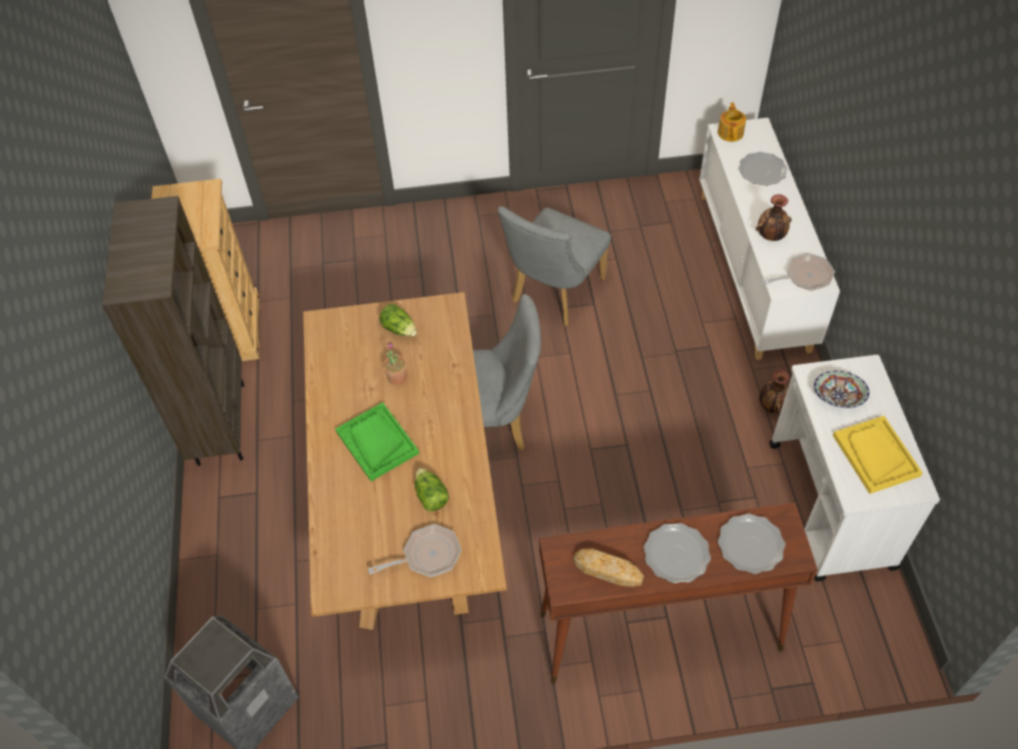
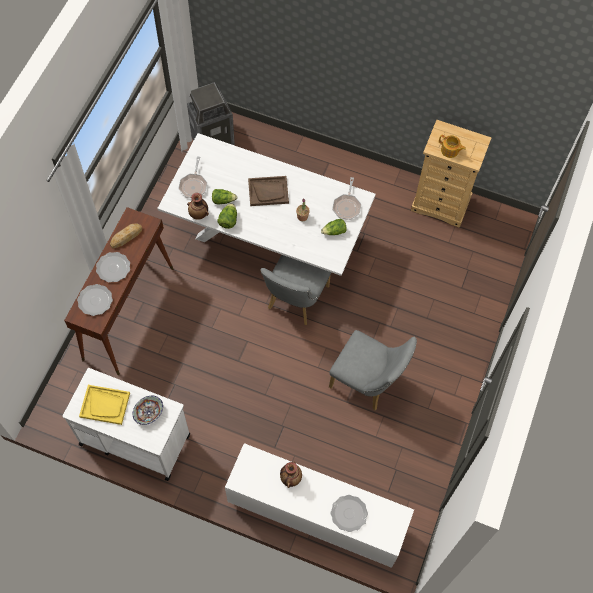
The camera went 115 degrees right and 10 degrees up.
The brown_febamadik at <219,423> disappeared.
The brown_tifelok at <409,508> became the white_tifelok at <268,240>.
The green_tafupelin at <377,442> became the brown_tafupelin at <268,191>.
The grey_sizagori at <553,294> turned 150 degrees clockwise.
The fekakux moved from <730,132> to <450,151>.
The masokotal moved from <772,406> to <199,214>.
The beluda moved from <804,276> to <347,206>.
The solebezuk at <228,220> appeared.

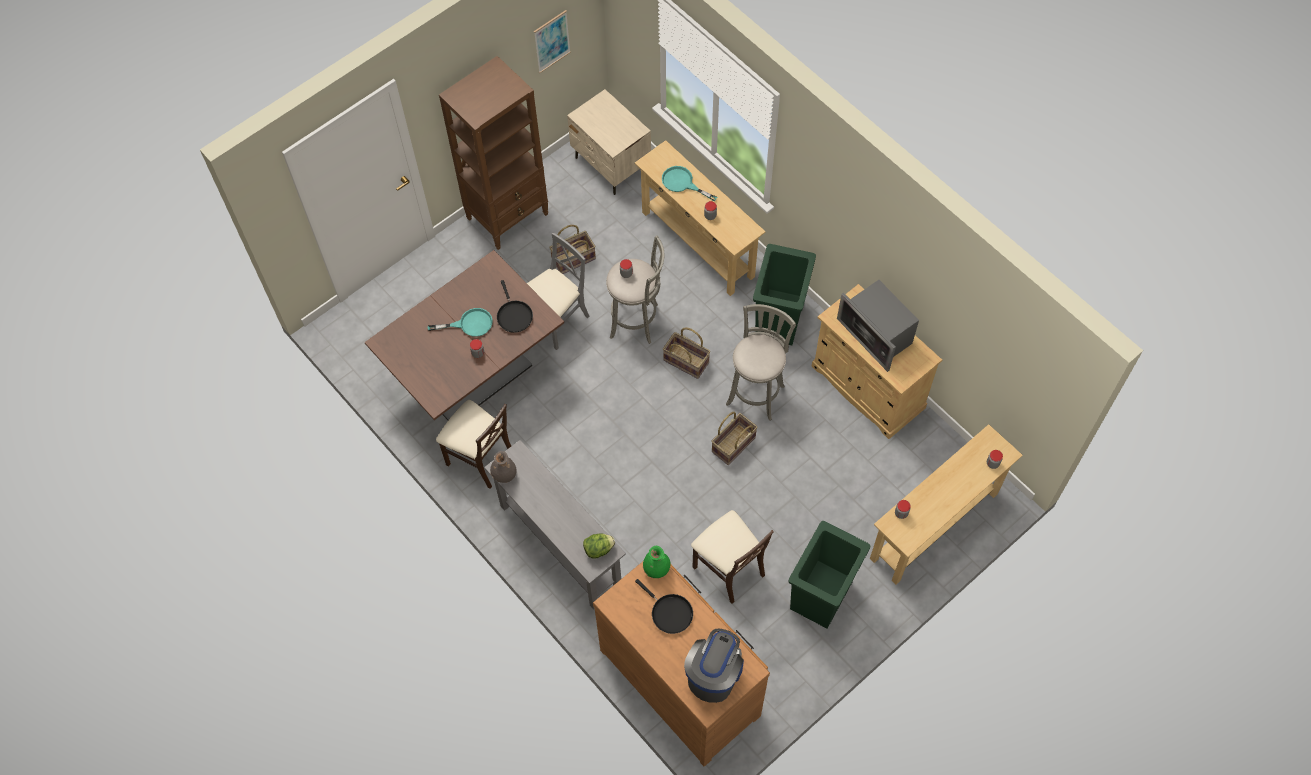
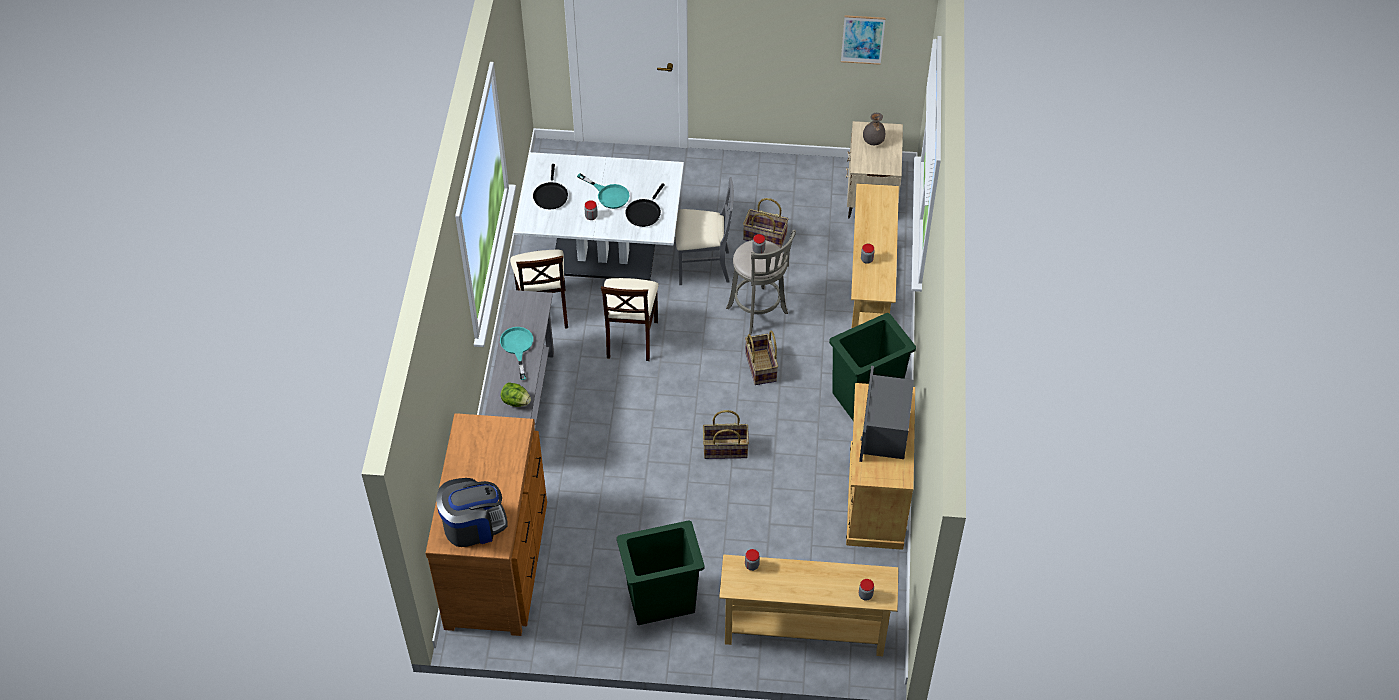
The camera went 45 degrees right and 10 degrees down.
The brown_tifelok at <475,377> became the white_tifelok at <603,257>.
The brown_febamadik at <508,216> disappeared.
The grey_masokotal moved from <504,475> to <873,142>.
The black_beluda moved from <669,613> to <550,195>.
The green_masokotal at <656,569> disappeared.
The turquoise_beluda moved from <682,183> to <517,347>.
The beige_sizagori moved from <729,569> to <630,338>.
The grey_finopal at <756,392> disappeared.

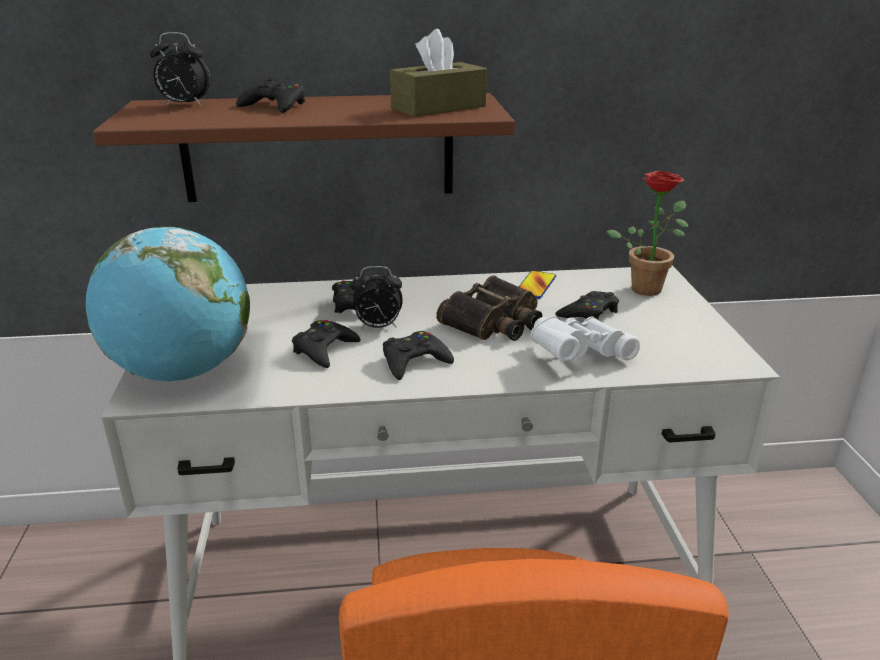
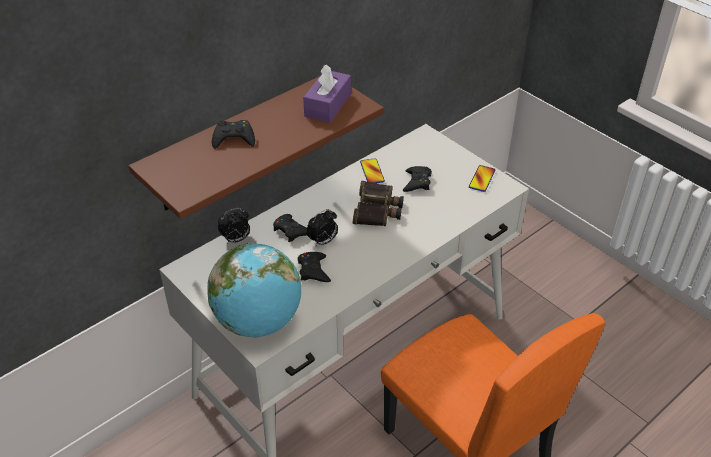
The camera went 35 degrees left and 15 degrees up.
The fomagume moved from <184,105> to <236,239>.
The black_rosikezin at <414,361> disappeared.
The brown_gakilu at <438,107> became the purple_gakilu at <328,105>.
The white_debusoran at <577,355> disappeared.
The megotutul at <647,286> disappeared.
The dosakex at <482,179> appeared.

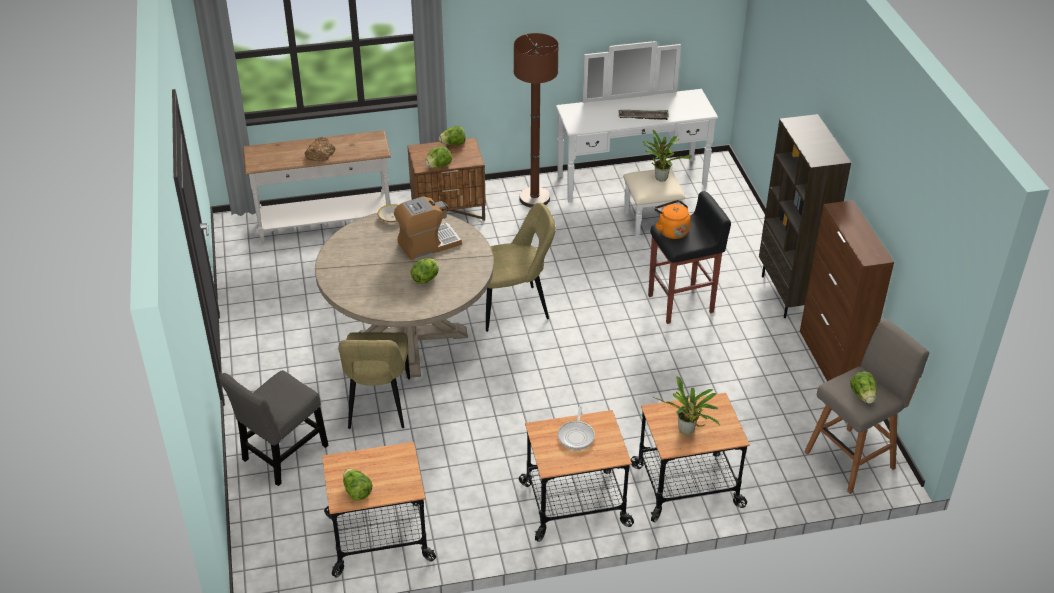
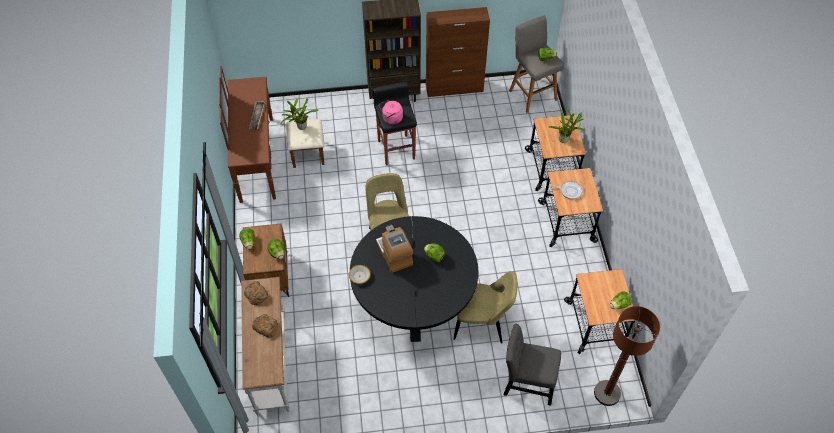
The camera went 85 degrees left and 15 degrees up.
The grey_sizagori at <282,456> turned 150 degrees clockwise.
The beige_tifelok at <410,337> became the black_tifelok at <414,304>.
The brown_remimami moved from <534,198> to <607,393>.
The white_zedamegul at <636,189> became the brown_zedamegul at <268,157>.
The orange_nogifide at <671,231> became the pink_nogifide at <391,119>.
The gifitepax at <256,294> appeared.

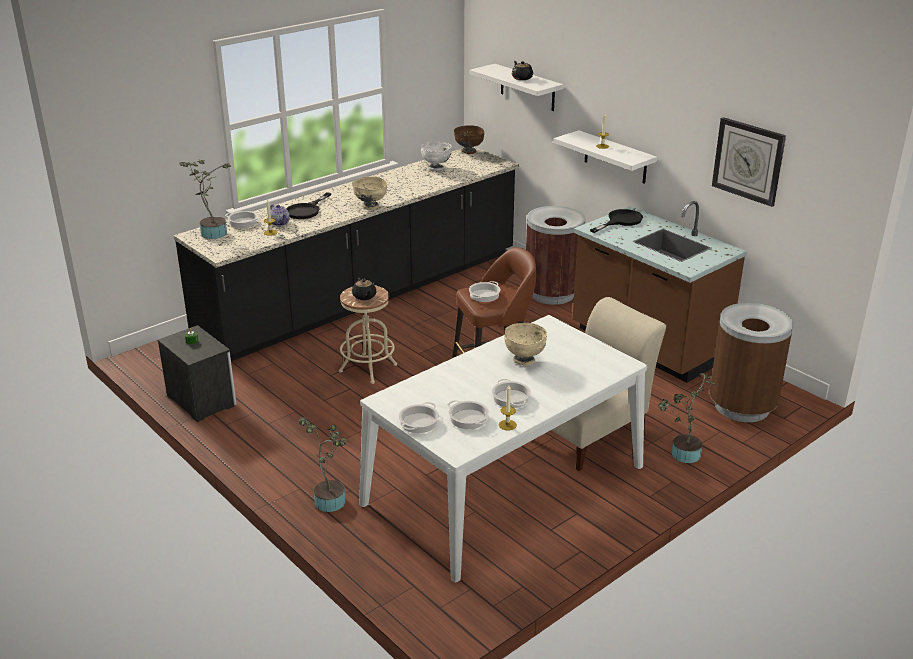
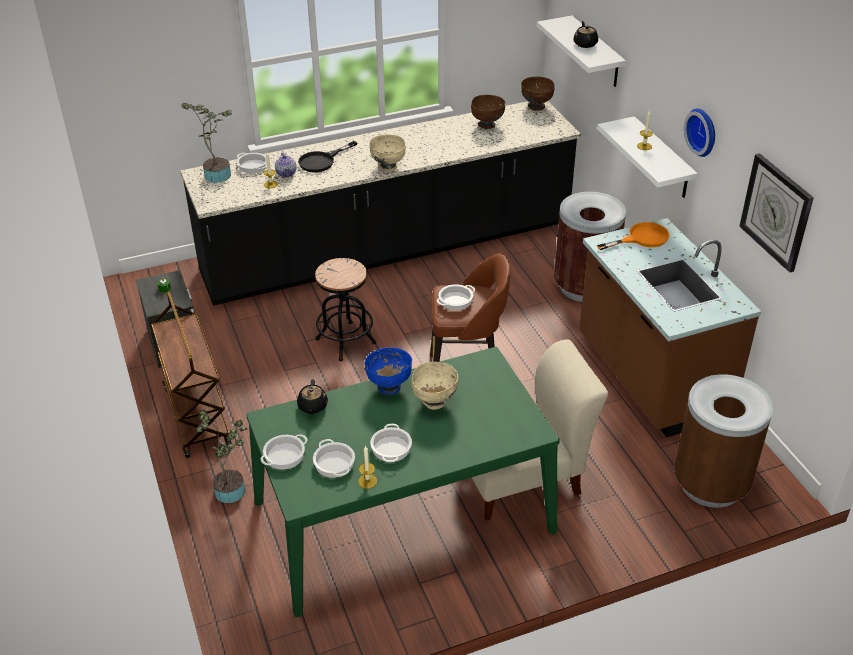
The camera went 20 degrees right and 10 degrees up.
The beige_finopal at <368,368> became the black_finopal at <345,341>.
The black_fekakux moved from <364,296> to <312,406>.
The white_tifelok at <504,484> became the green_tifelok at <403,516>.
The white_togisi at <436,168> became the brown_togisi at <487,125>.
The black_beluda at <620,221> became the orange_beluda at <641,238>.
The megotutul at <682,454> disappeared.
The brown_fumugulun at <196,415> appeared.
The blue_togisi at <389,386> appeared.
The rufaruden at <703,131> appeared.

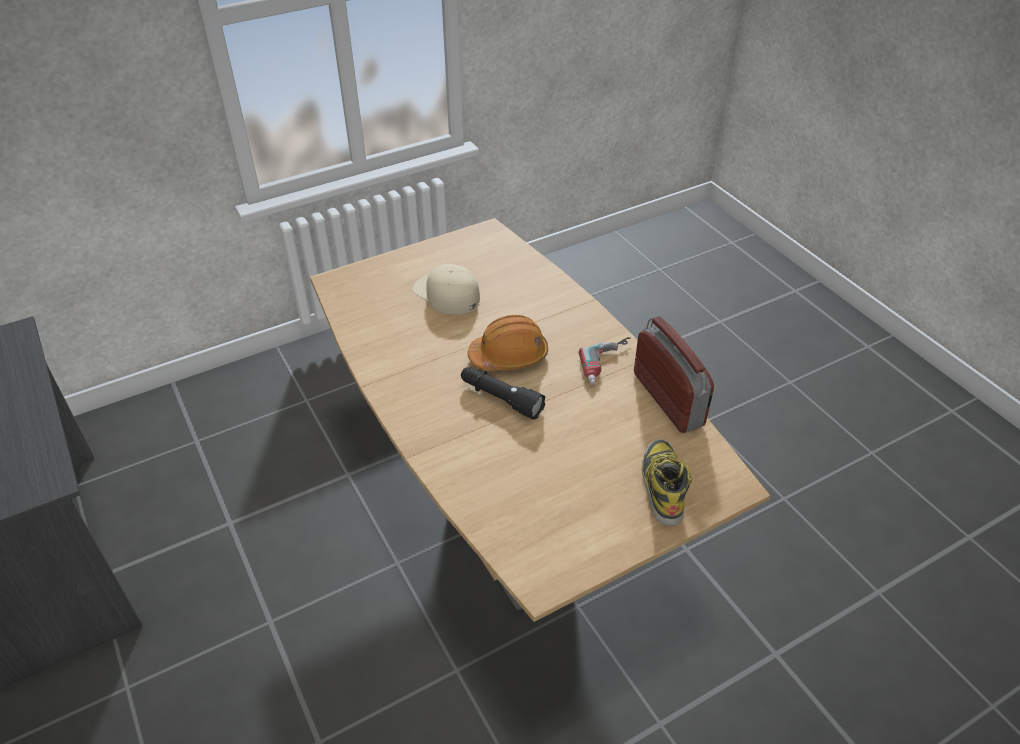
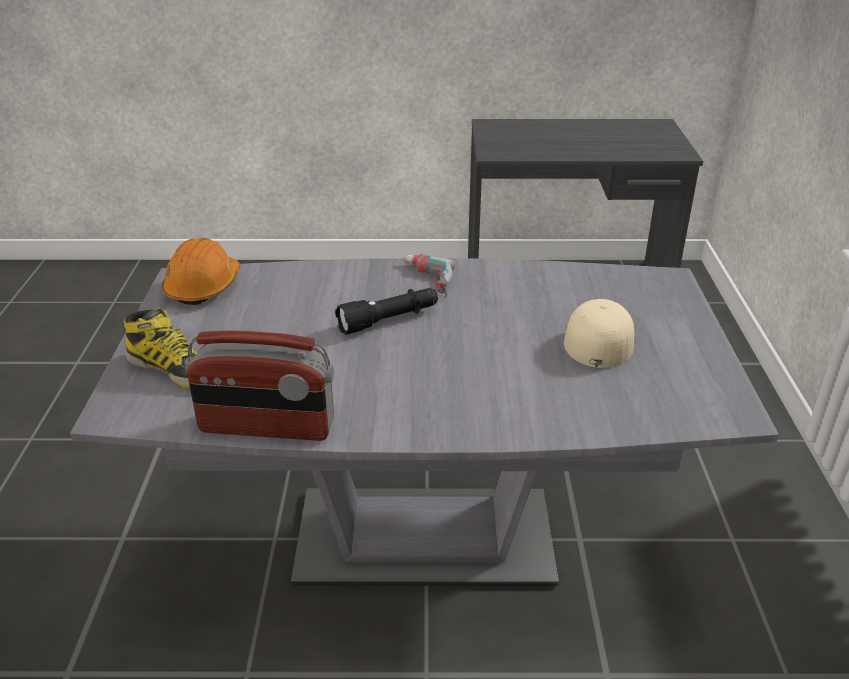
The camera went 120 degrees right and 10 degrees down.
The brown_tifelok at <509,512> became the grey_tifelok at <425,537>.
The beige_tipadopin at <446,293> turned 60 degrees counterclockwise.
The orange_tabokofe moved from <509,356> to <203,287>.
The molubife moved from <609,364> to <424,281>.

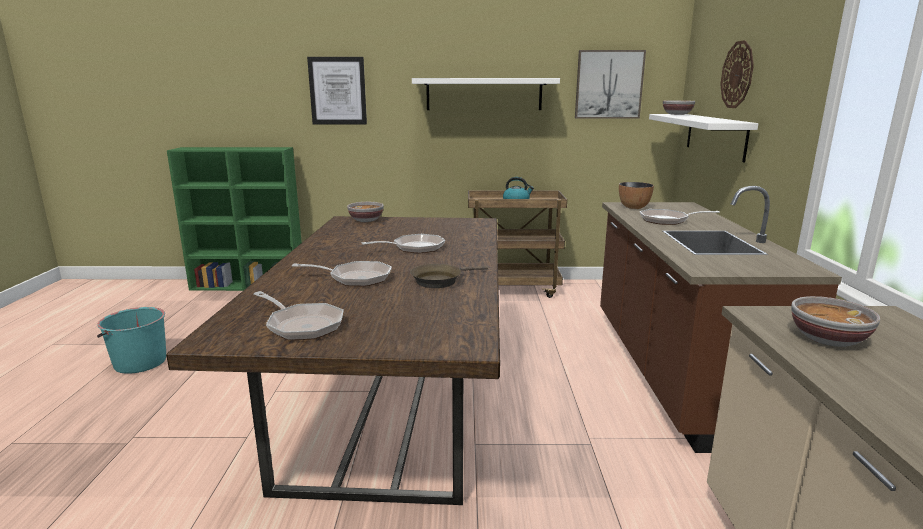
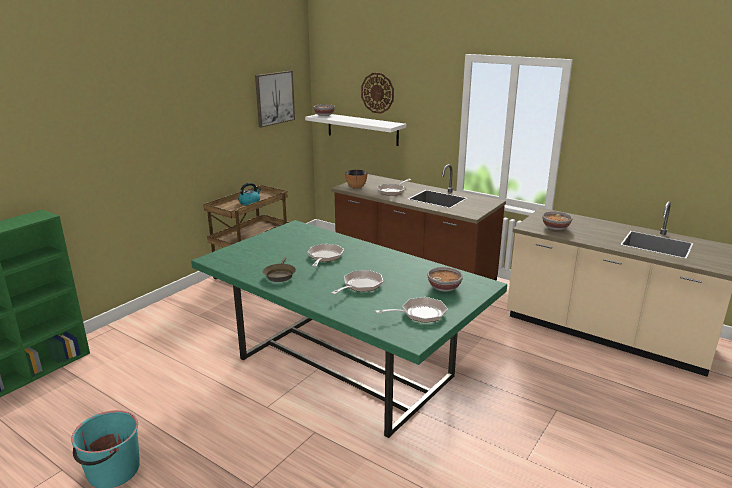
The camera went 55 degrees left and 5 degrees up.
The brown_tifelok at <393,404> became the green_tifelok at <343,366>.
The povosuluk at <337,91> disappeared.
The togisi moved from <366,220> to <444,287>.
The brown_beluda moved from <440,280> to <279,275>.
The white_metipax at <484,94> disappeared.

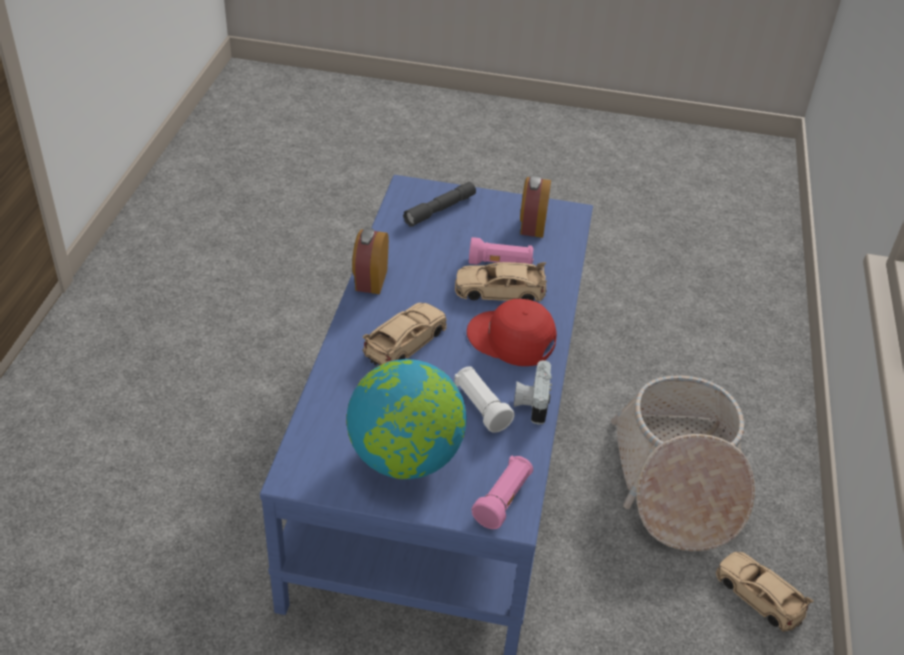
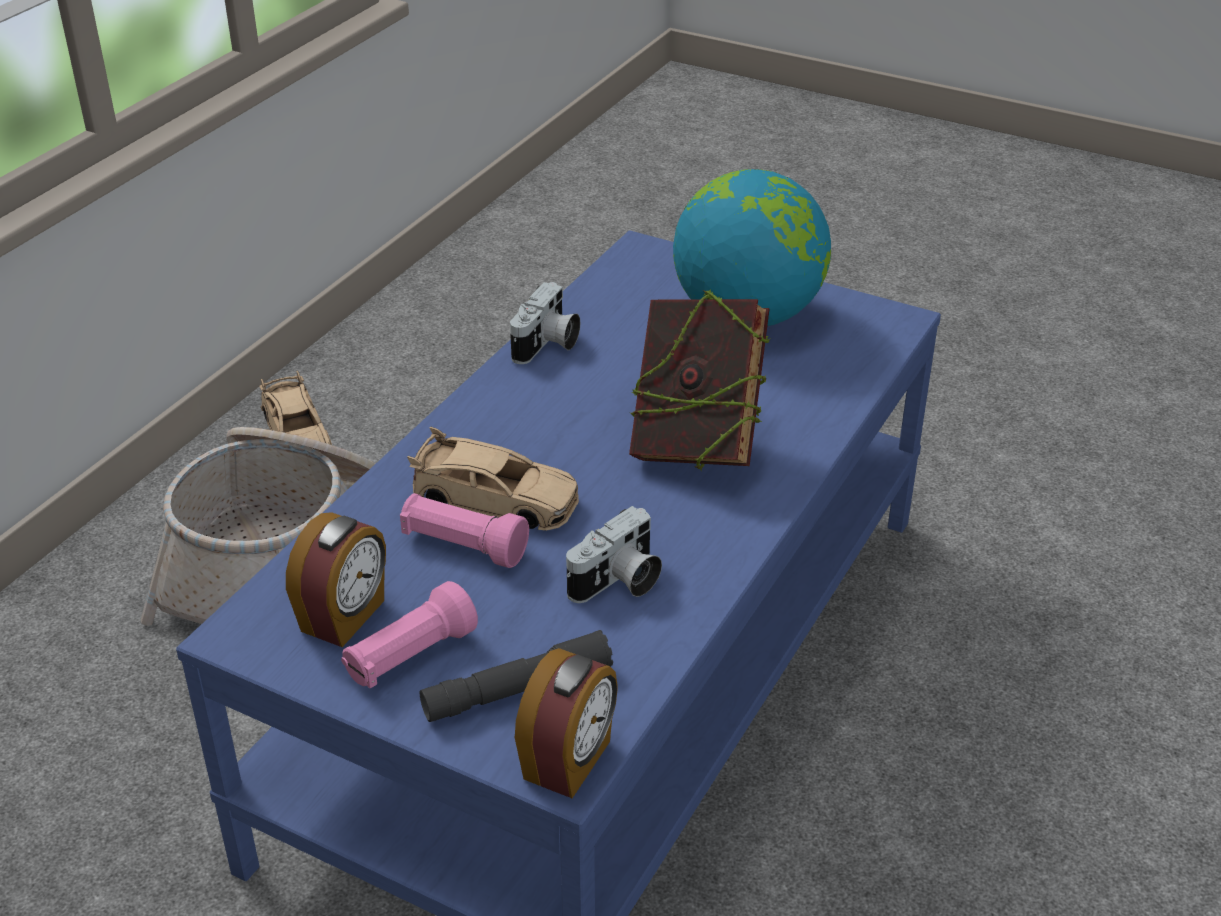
The camera went 160 degrees left and 5 degrees down.
The fomagume moved from <370,280> to <569,761>.
The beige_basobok at <405,341> was replaced by the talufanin at <696,445>.
The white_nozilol at <481,407> disappeared.
The red_tipadopin at <511,339> disappeared.
The pink_nozilol moved from <503,500> to <410,656>.
The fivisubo at <618,583> appeared.

